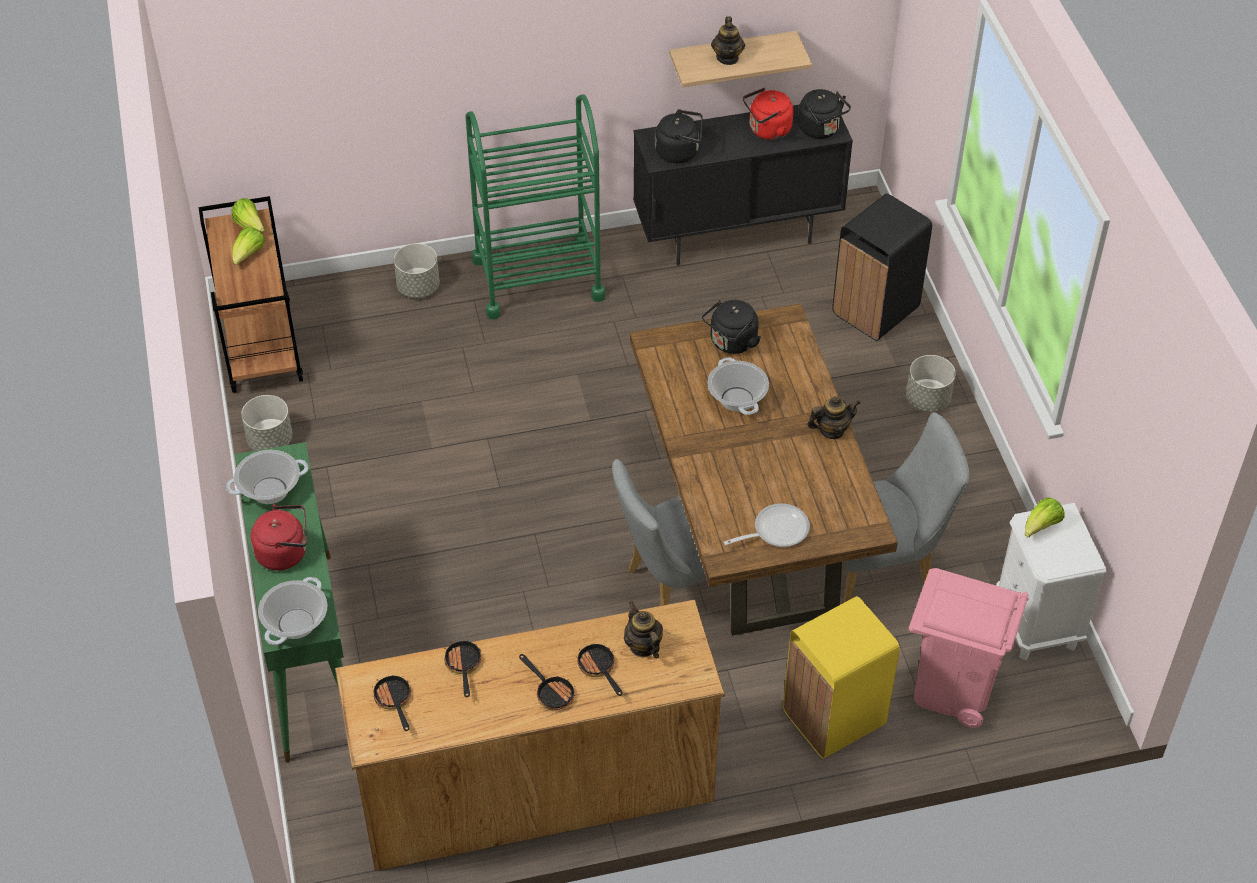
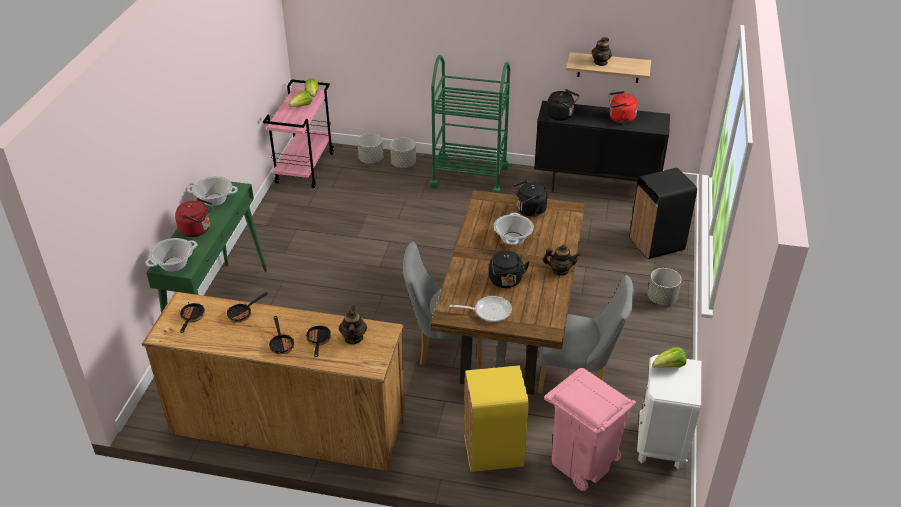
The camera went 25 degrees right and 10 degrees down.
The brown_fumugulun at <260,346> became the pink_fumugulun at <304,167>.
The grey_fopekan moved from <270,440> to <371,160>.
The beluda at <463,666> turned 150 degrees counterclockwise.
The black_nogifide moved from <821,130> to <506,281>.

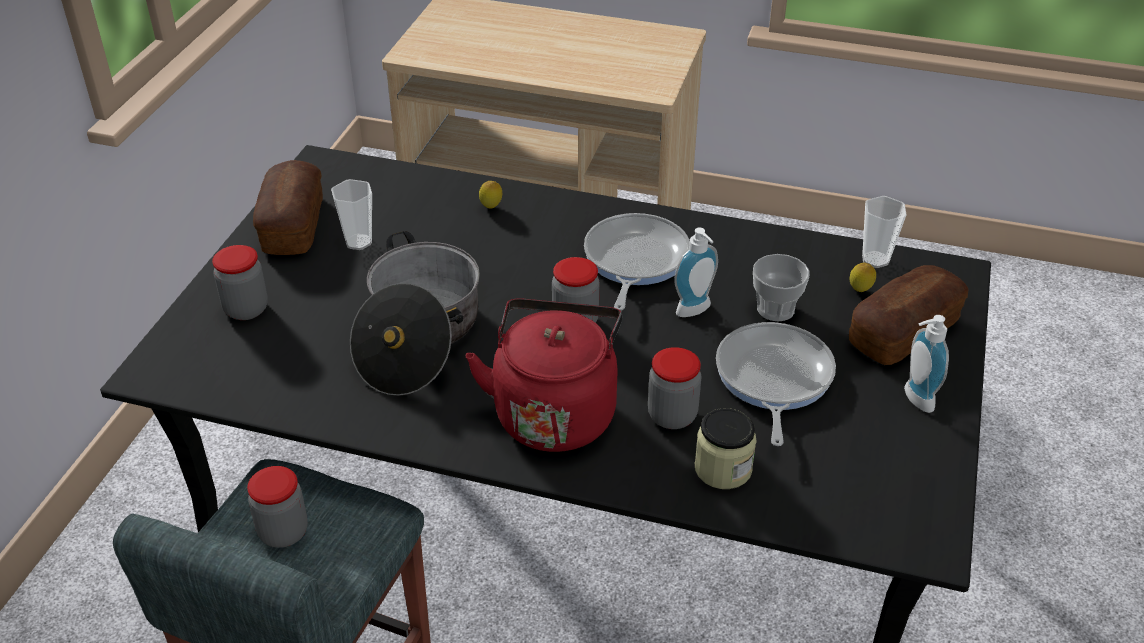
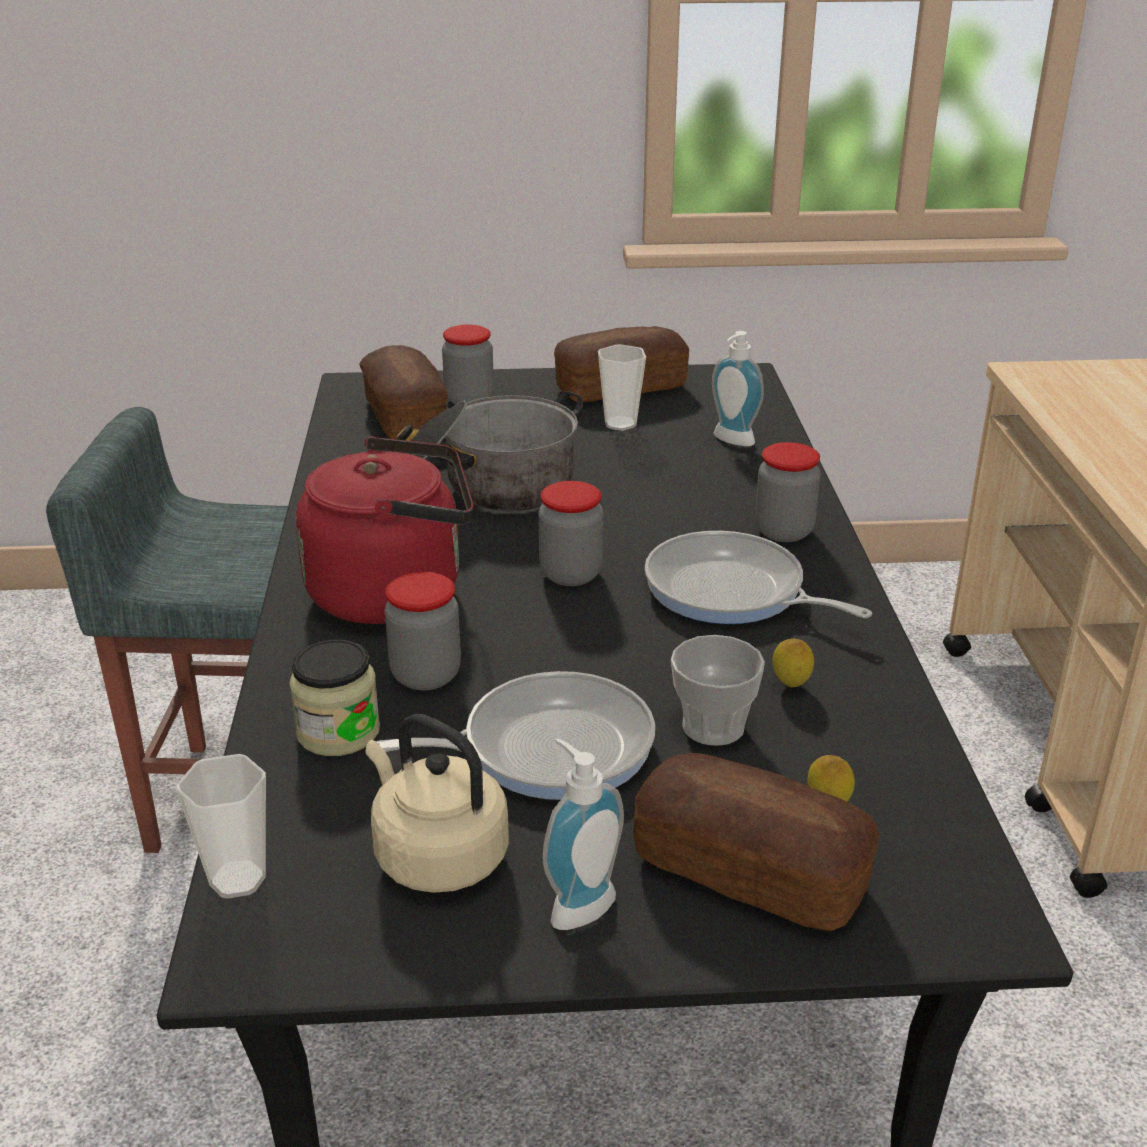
The camera went 70 degrees right and 10 degrees down.
The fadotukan moved from <283,532> to <784,531>.
The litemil moved from <491,208> to <790,686>.
The beluda at <634,260> turned 135 degrees counterclockwise.
The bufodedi moved from <696,311> to <730,441>.
The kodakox moved from <875,259> to <237,879>.
The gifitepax at <405,418> appeared.
The beige_nogifide at <436,856> appeared.

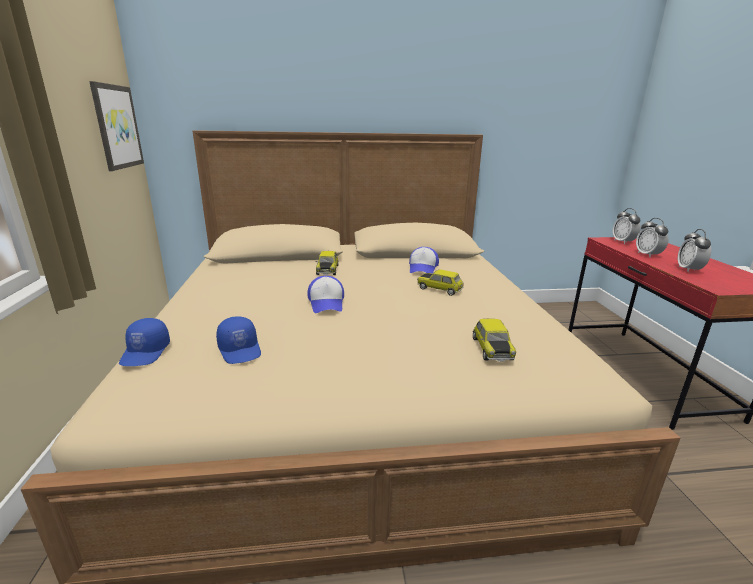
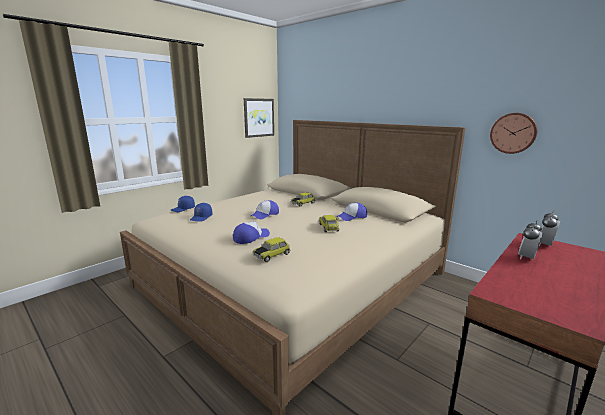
The camera went 50 degrees right and 5 degrees down.
The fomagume at <688,269> disappeared.
The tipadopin at <251,237> appeared.
The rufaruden at <513,133> appeared.

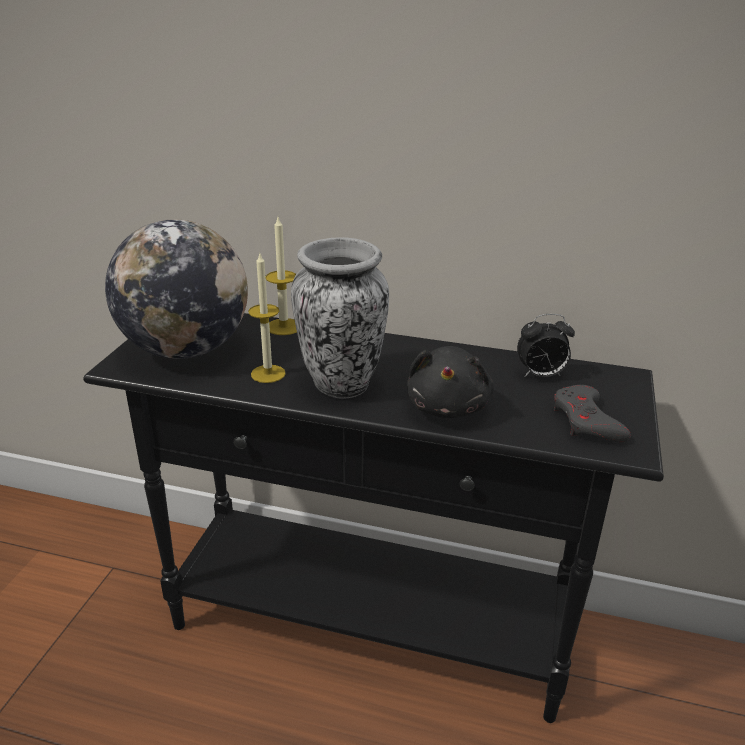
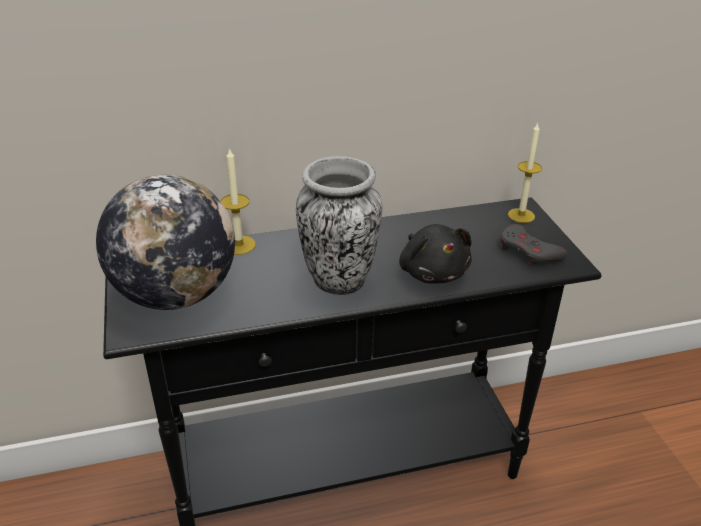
The camera went 30 degrees left and 5 degrees up.
The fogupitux moved from <268,374> to <521,215>.
The fomagume at <540,375> disappeared.

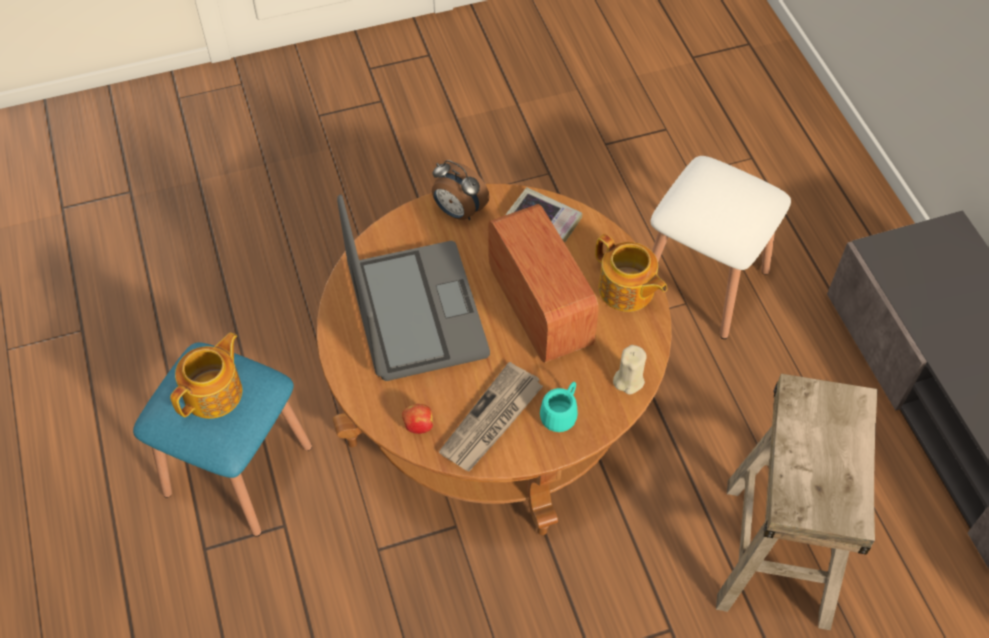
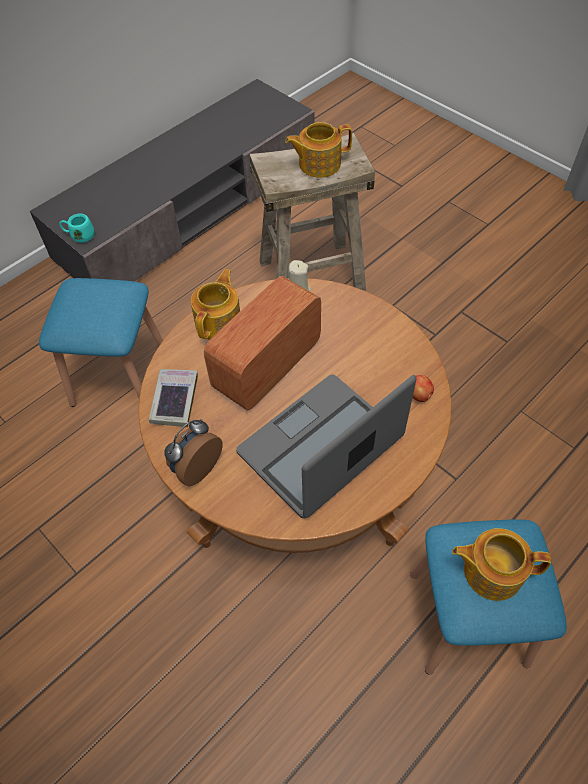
The camera went 115 degrees left and 0 degrees up.
The fomagume at <458,212> turned 150 degrees counterclockwise.
The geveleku at <491,420> disappeared.
The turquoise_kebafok moved from <561,413> to <79,236>.
The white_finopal at <703,282> became the blue_finopal at <119,375>.
The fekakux at <318,164> appeared.

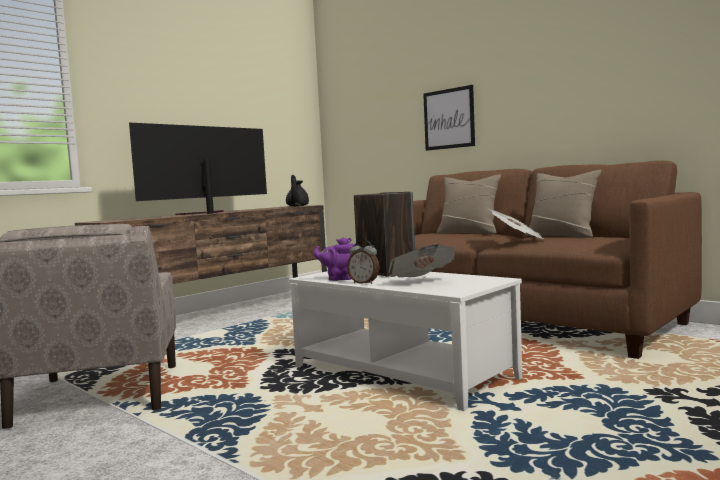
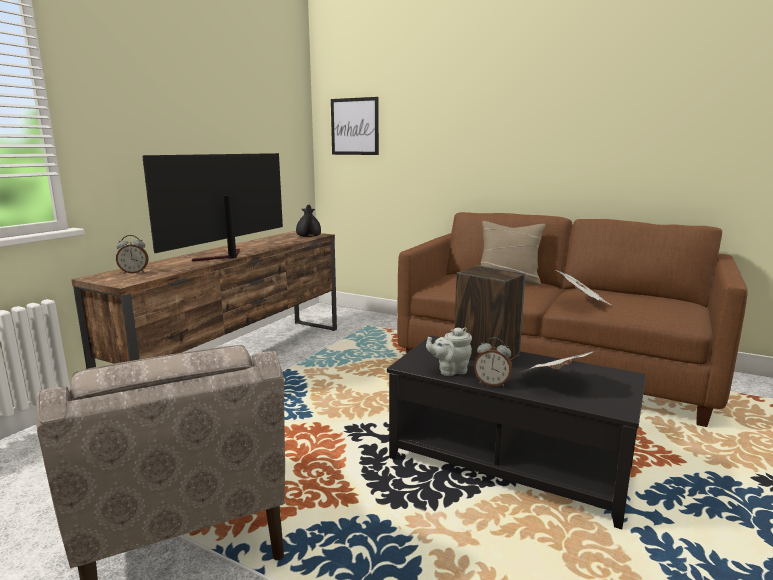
The camera went 15 degrees left and 10 degrees up.
The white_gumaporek at <403,373> became the black_gumaporek at <509,461>.
The purple_fekakux at <339,279> became the grey_fekakux at <450,371>.
The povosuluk moved from <449,119> to <354,126>.
The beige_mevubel at <562,236> disappeared.
The fomagume at <134,272> appeared.

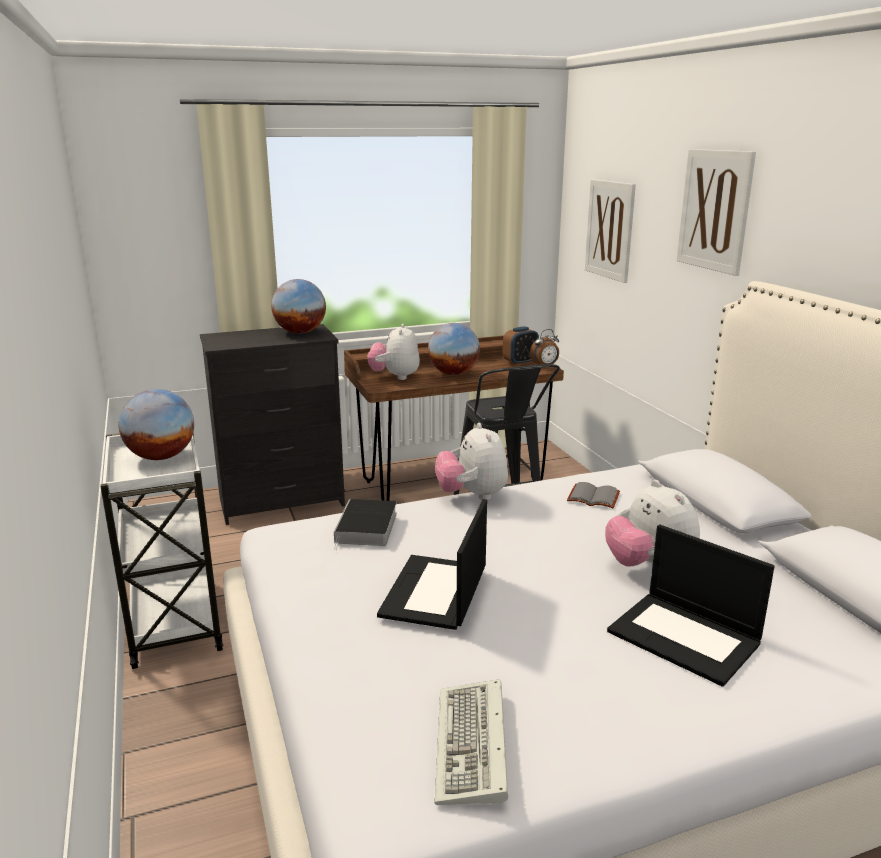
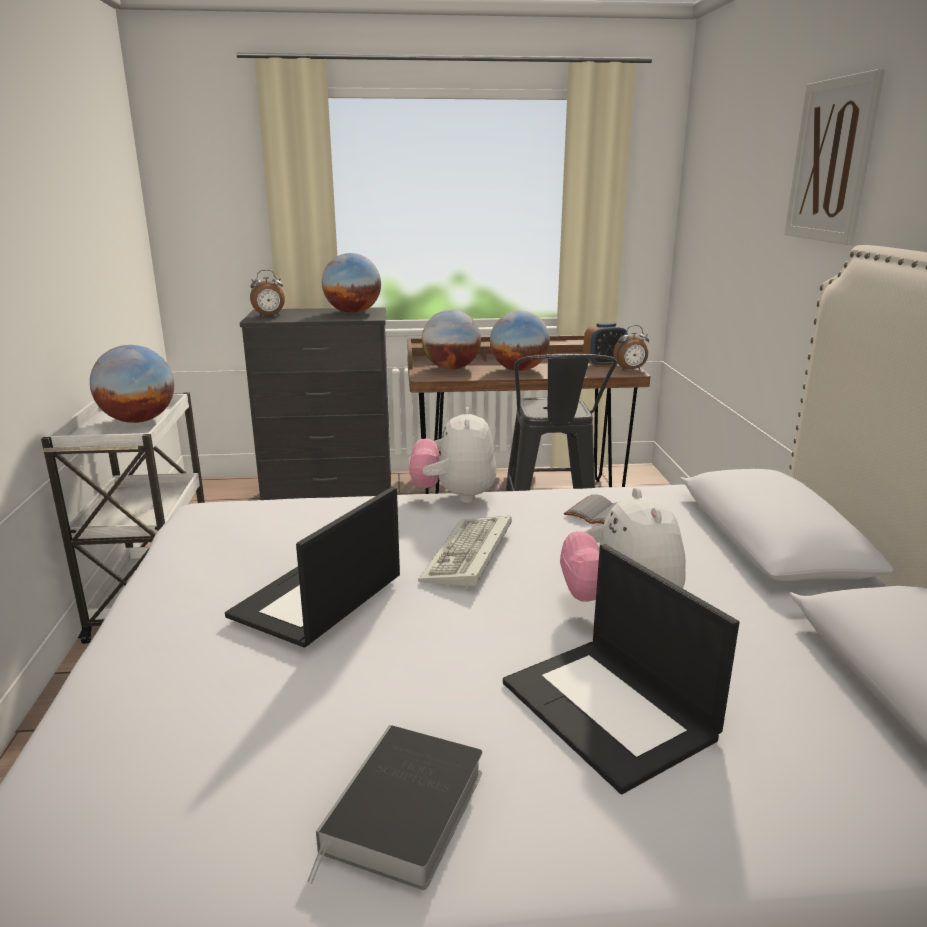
The camera went 15 degrees right and 0 degrees up.
The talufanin moved from <367,528> to <404,814>.
The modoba at <395,377> was replaced by the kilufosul at <451,368>.
The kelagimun moved from <473,748> to <469,556>.
The povosuluk at <610,229> disappeared.
The fomagume at <269,316> appeared.

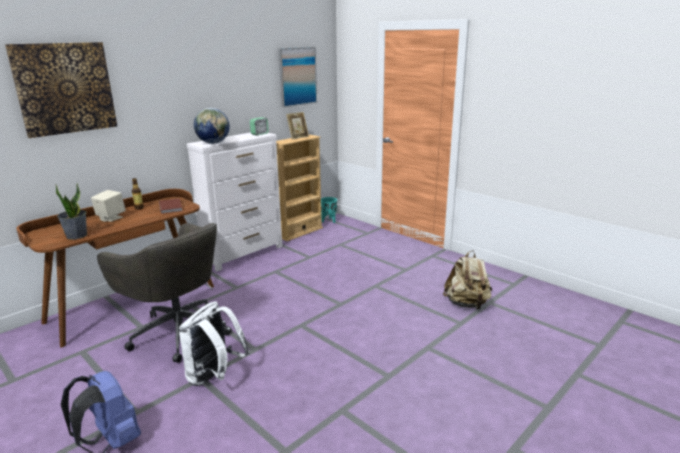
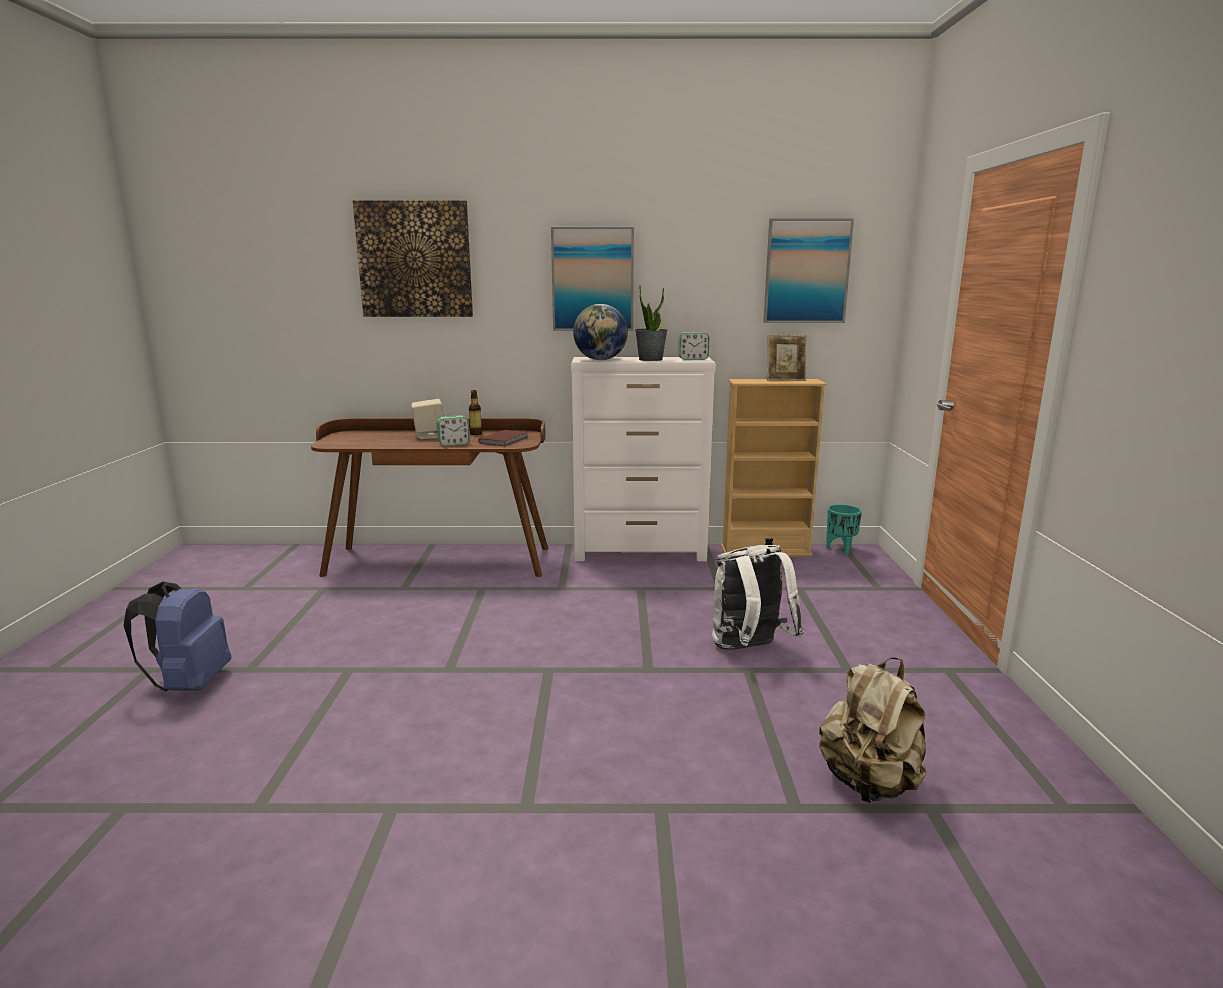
The camera went 45 degrees right and 5 degrees down.
The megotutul moved from <76,235> to <650,359>.
The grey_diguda at <178,331> disappeared.
The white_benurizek moved from <214,376> to <749,649>.
The fomagume at <453,443> appeared.
The povosuluk at <592,279> appeared.

